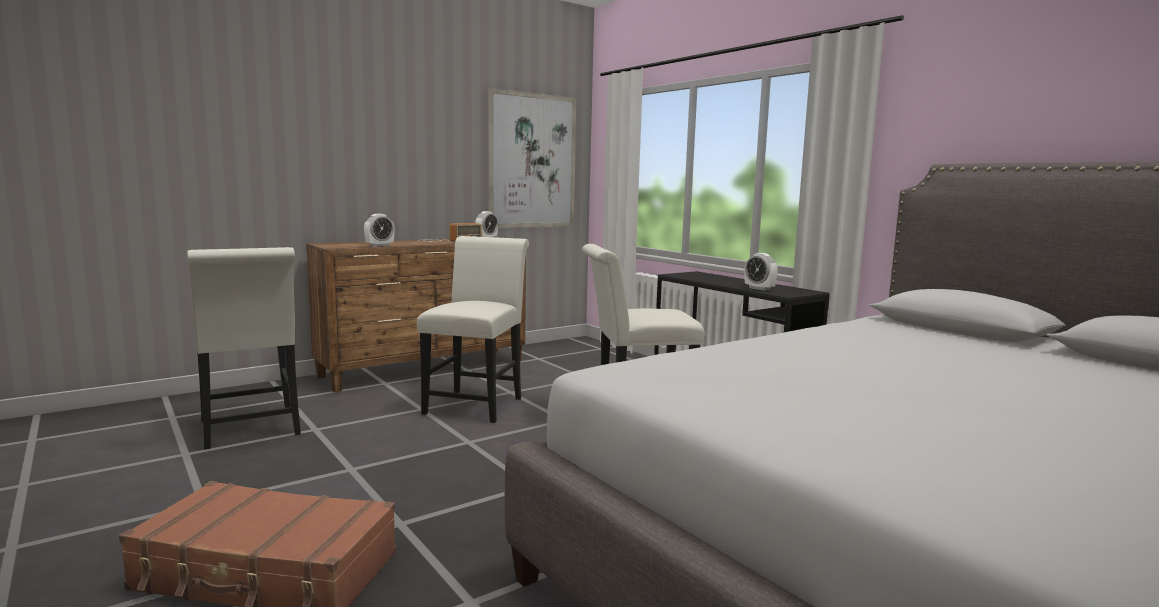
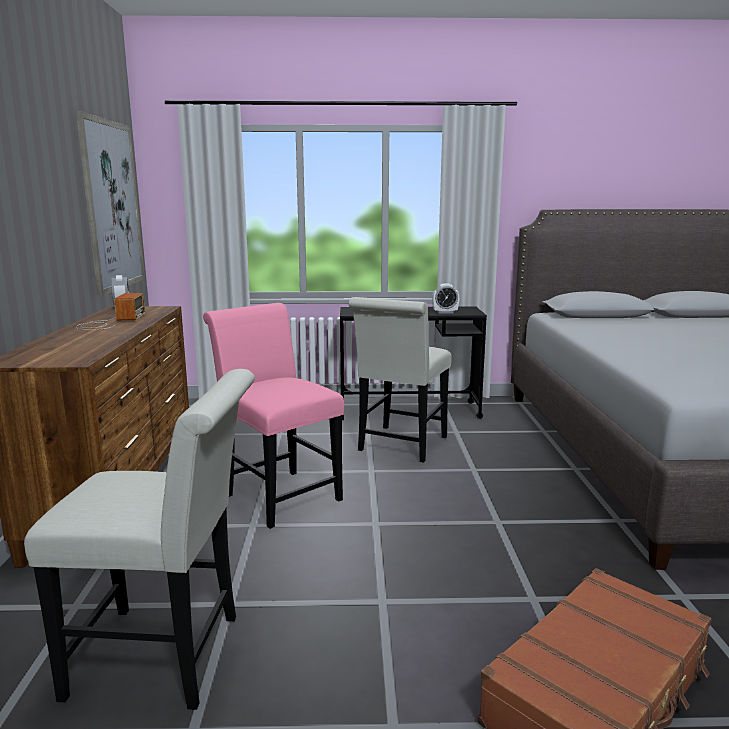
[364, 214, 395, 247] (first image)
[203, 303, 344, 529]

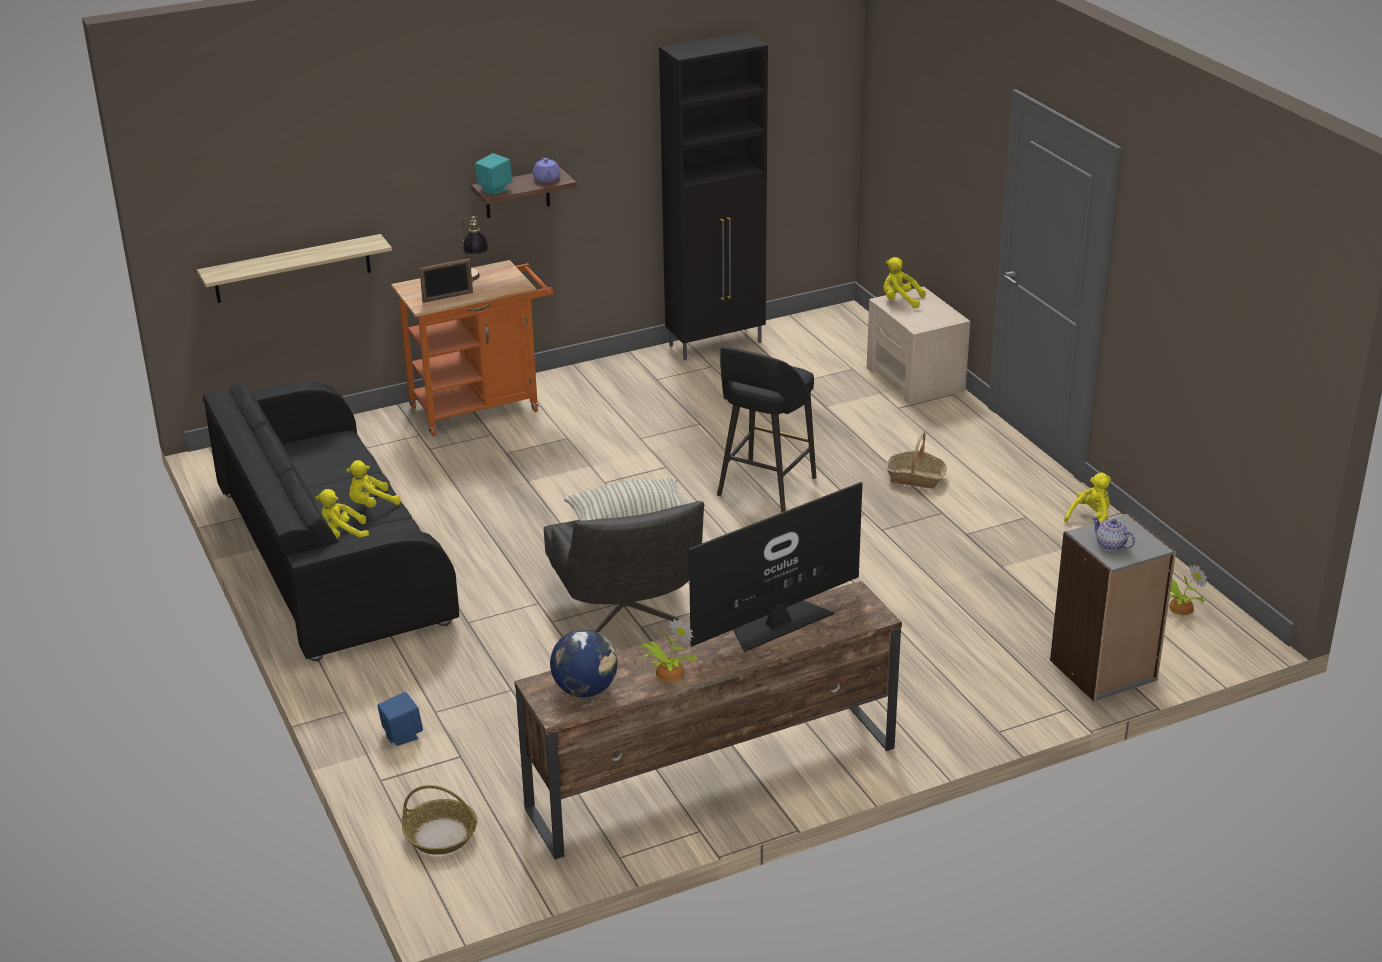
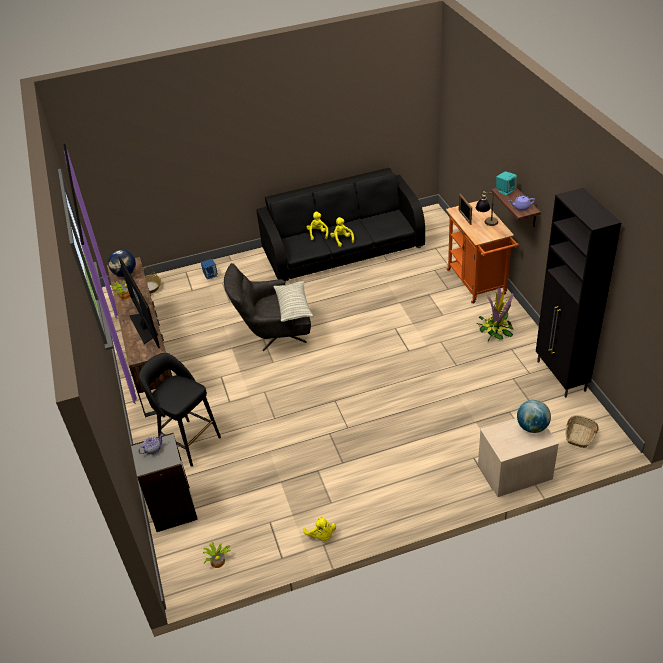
[197, 234, 392, 303] (first image)
[517, 400, 551, 433]
[139, 353, 221, 467]
[565, 415, 598, 448]
[477, 286, 514, 341]

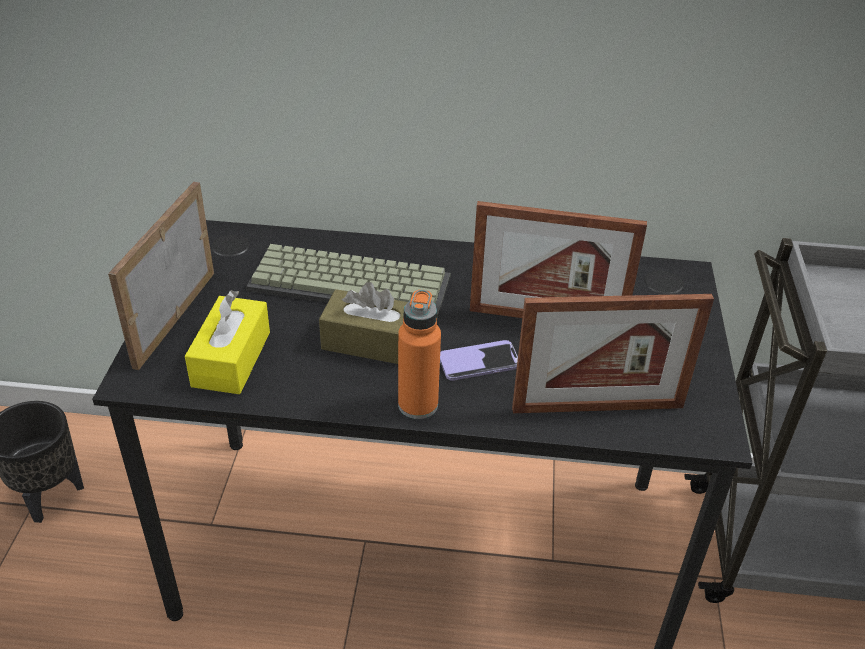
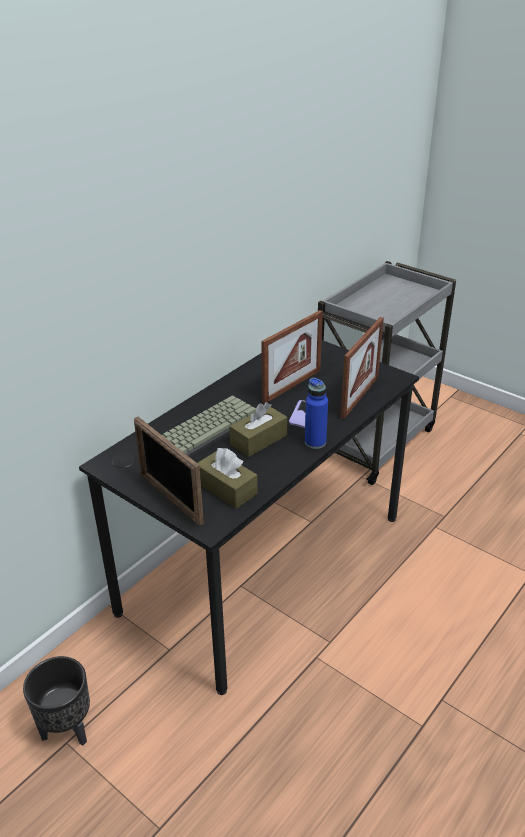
[198, 448, 258, 509]
[305, 378, 328, 449]

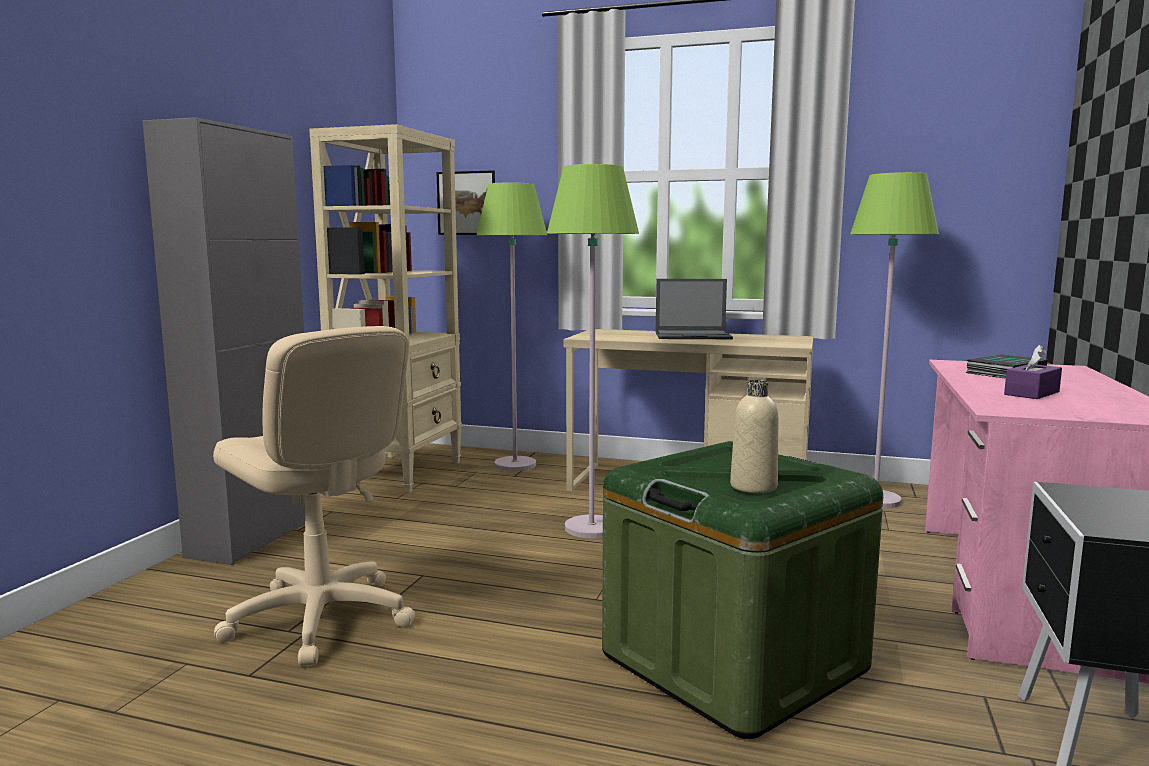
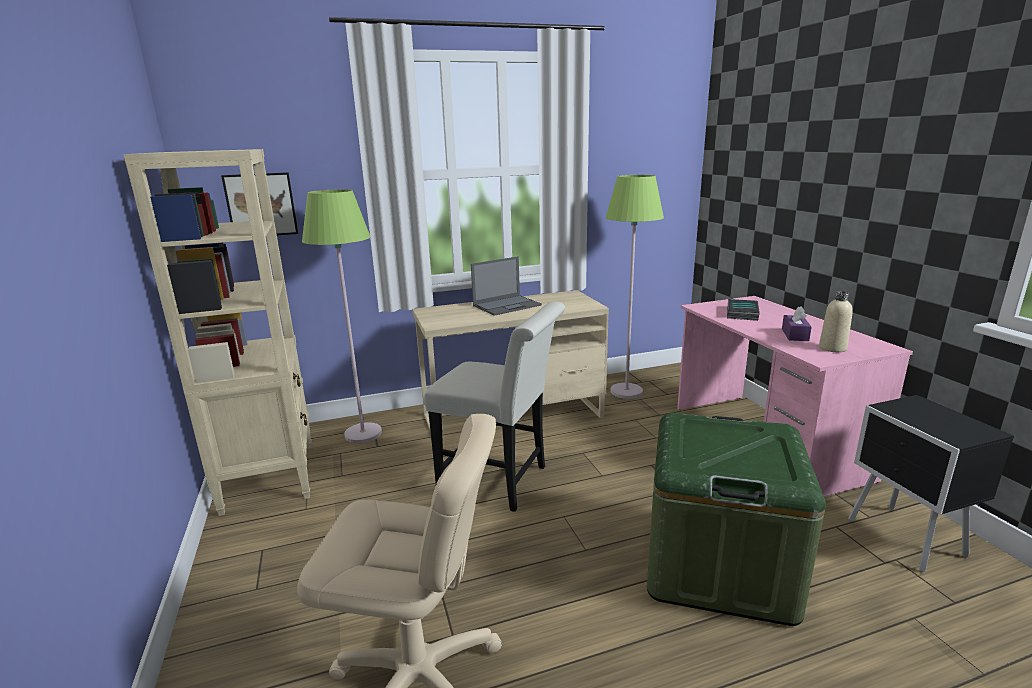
[143, 117, 305, 565] (first image)
[424, 301, 565, 512]
[819, 291, 853, 352]

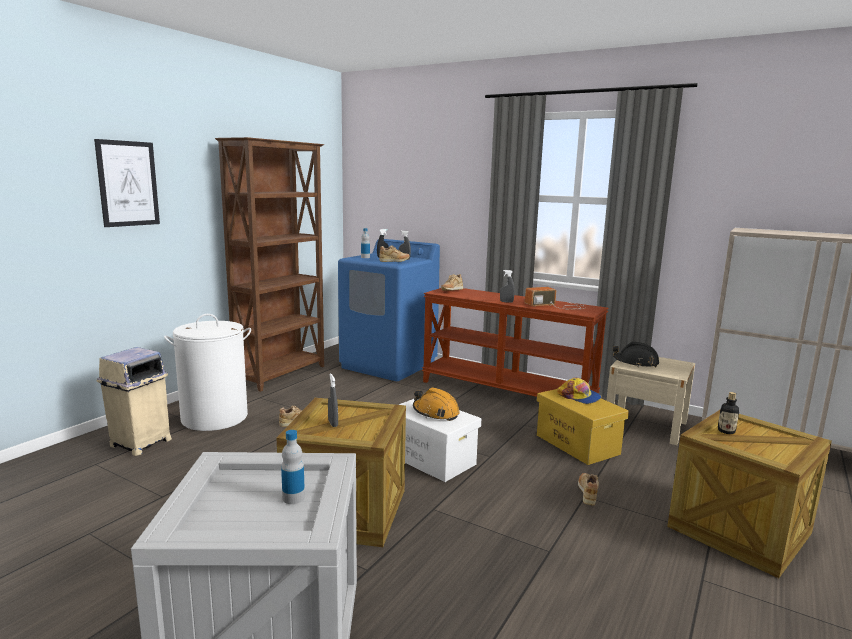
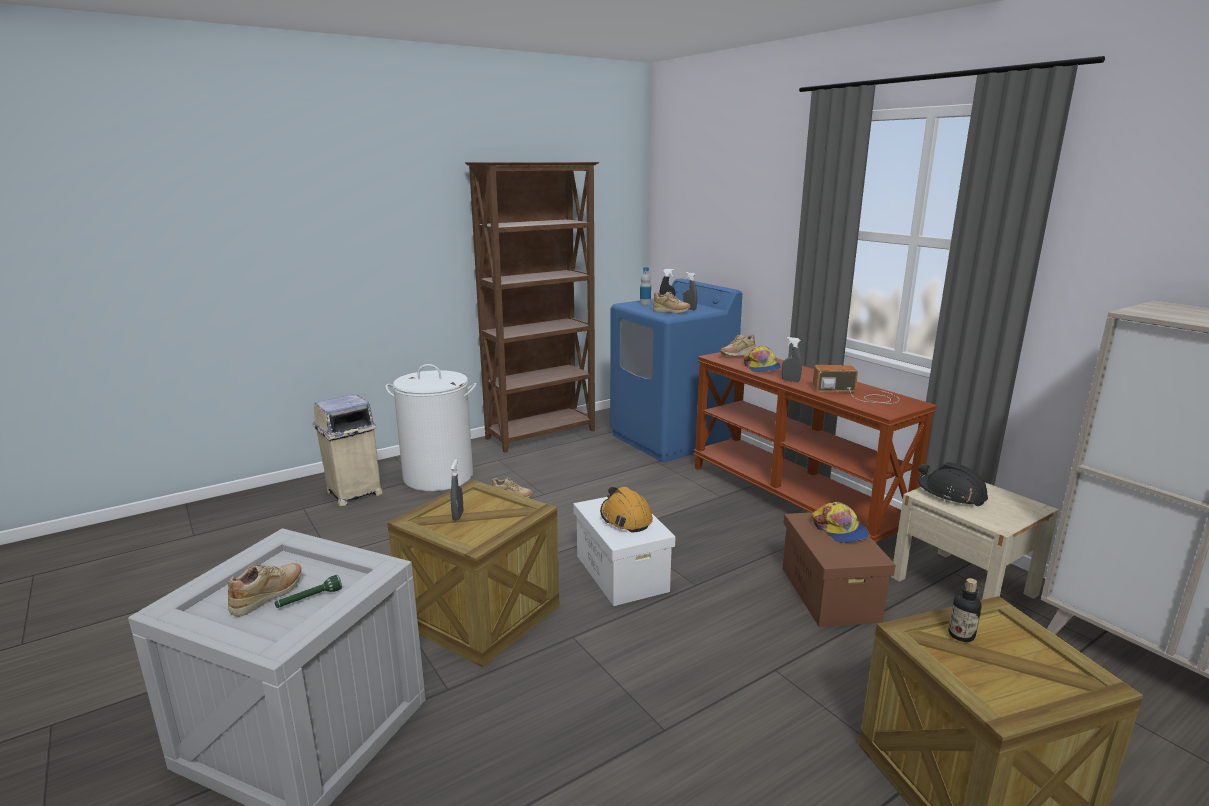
[94, 139, 160, 227] (first image)
[783, 512, 896, 627]
[275, 575, 342, 608]
[228, 563, 302, 617]
[744, 346, 781, 372]

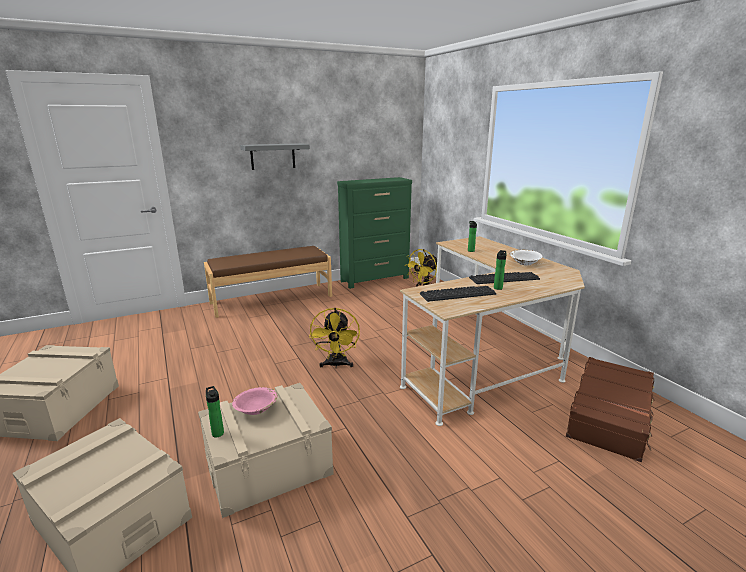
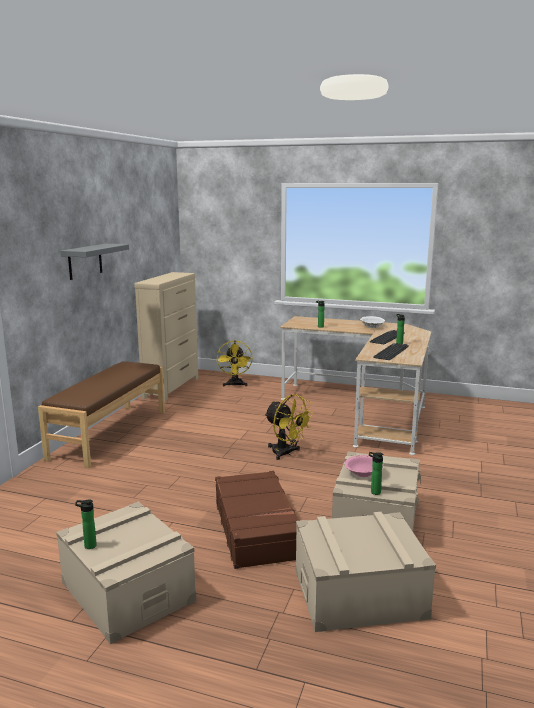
[134, 272, 198, 402]
[215, 471, 300, 569]
[75, 499, 97, 549]

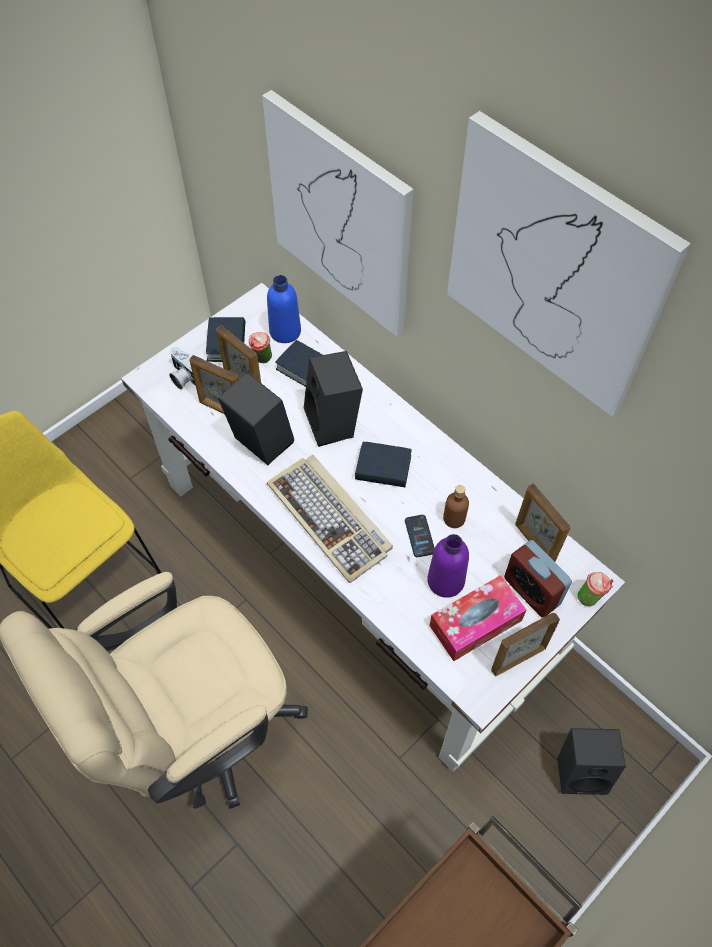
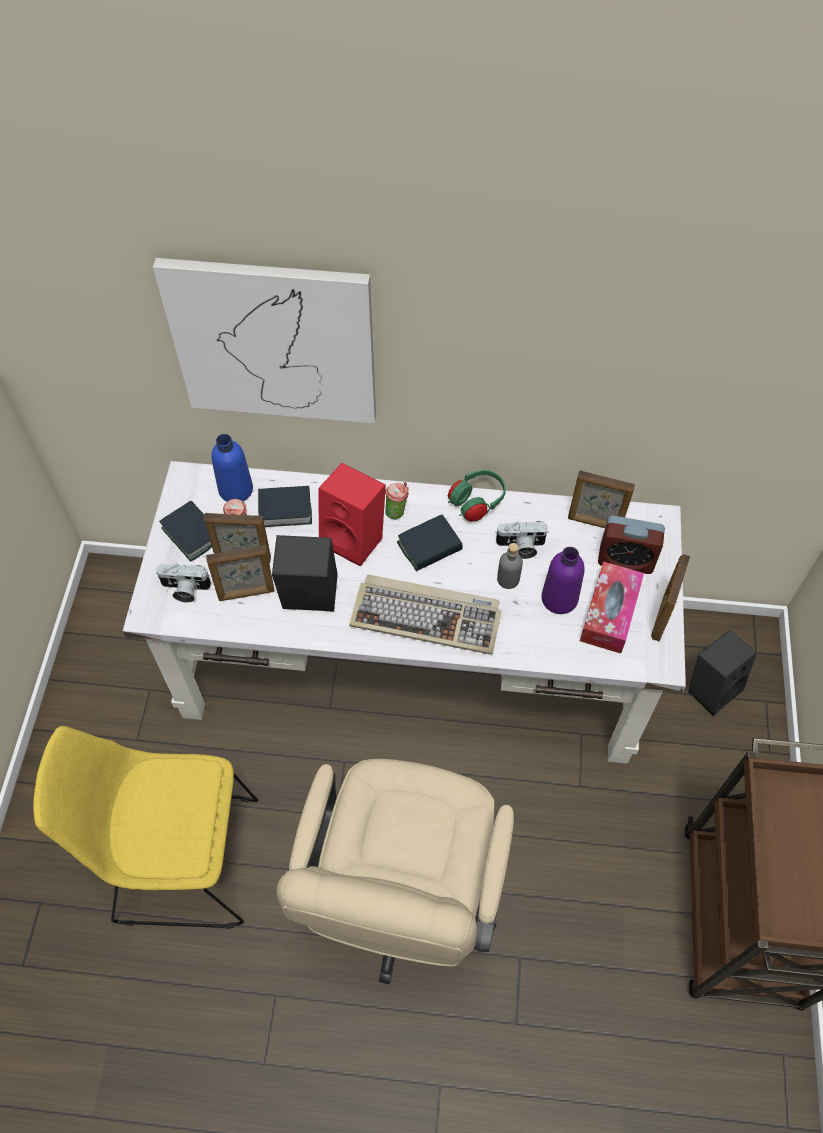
[447, 111, 691, 416] (first image)
[318, 463, 386, 567]
[495, 521, 549, 559]
[497, 543, 523, 589]
[385, 482, 409, 520]
[448, 470, 506, 522]

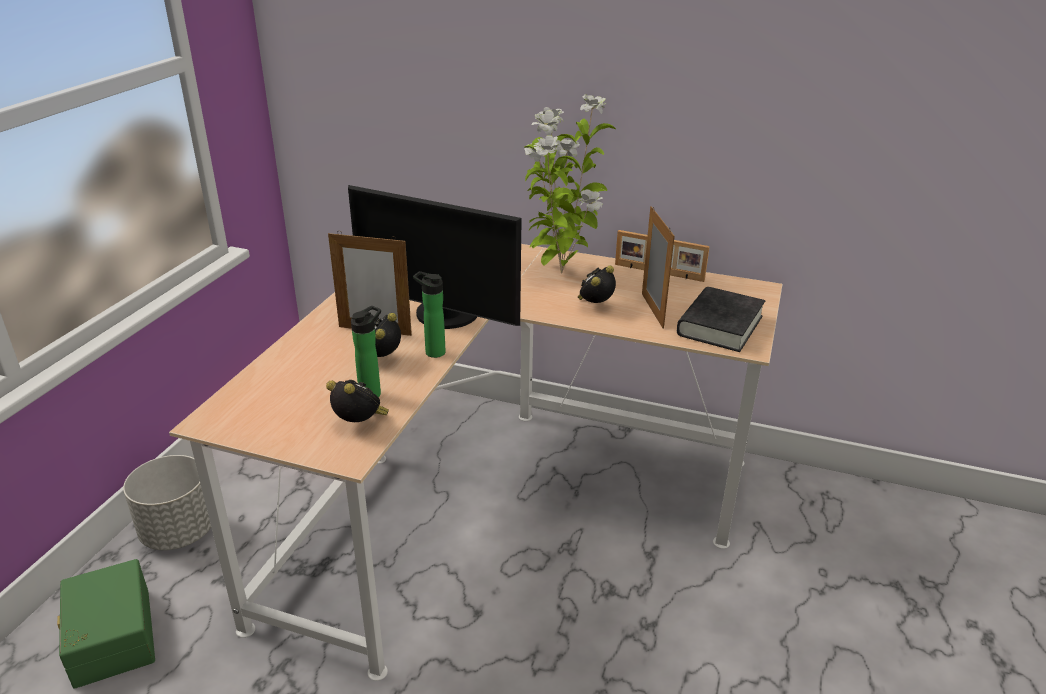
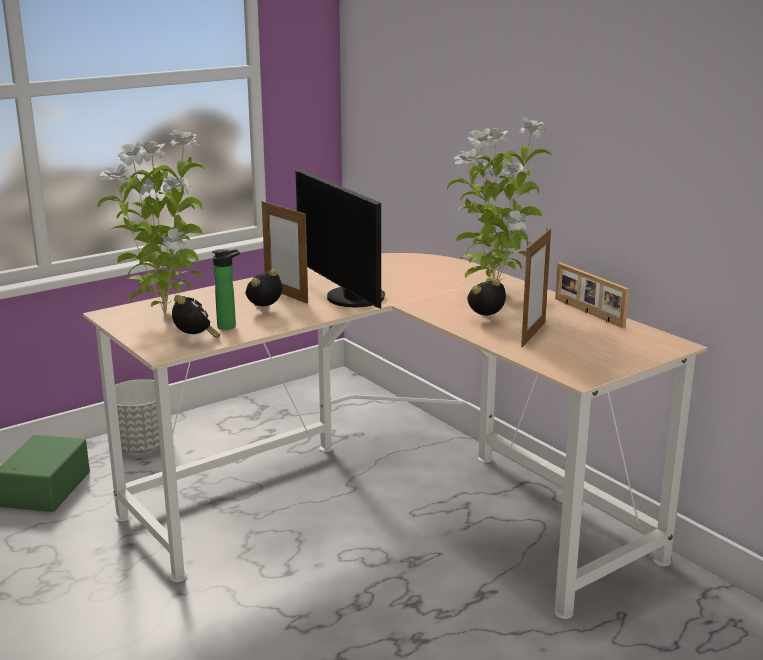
[413, 271, 446, 358] (first image)
[677, 287, 765, 352] (first image)
[98, 130, 205, 318]

